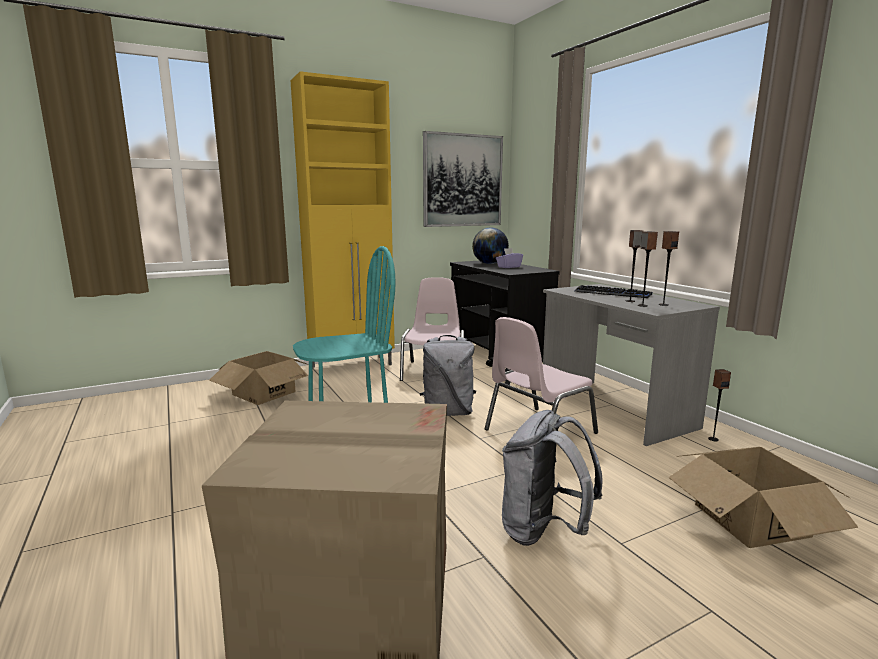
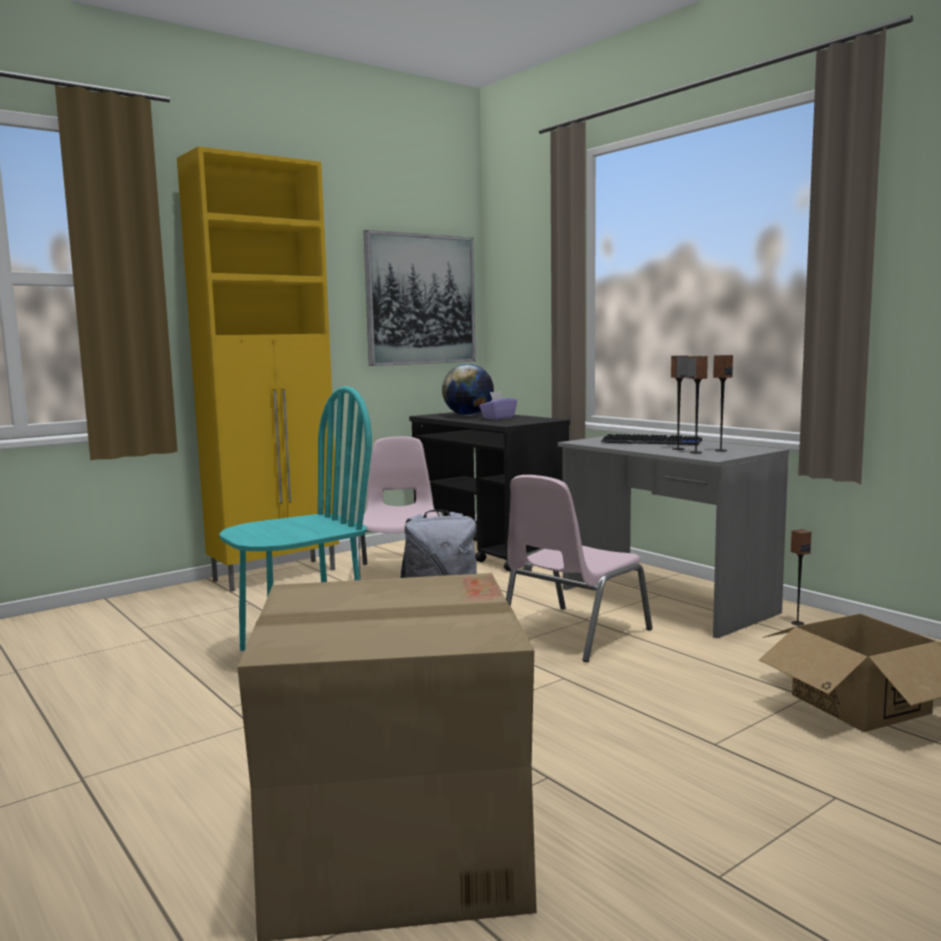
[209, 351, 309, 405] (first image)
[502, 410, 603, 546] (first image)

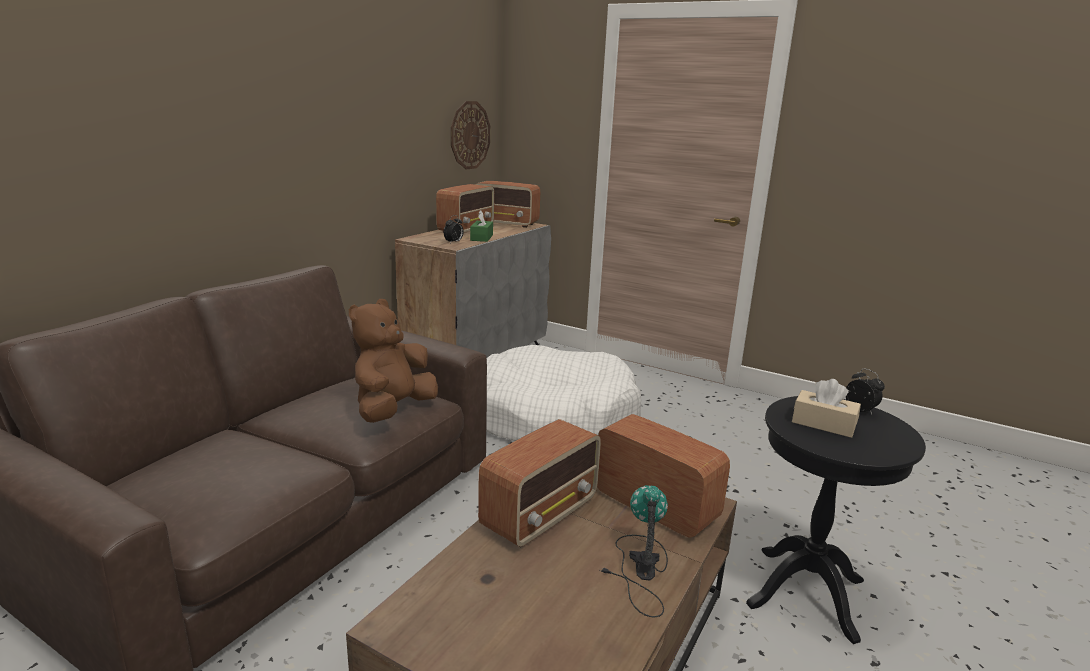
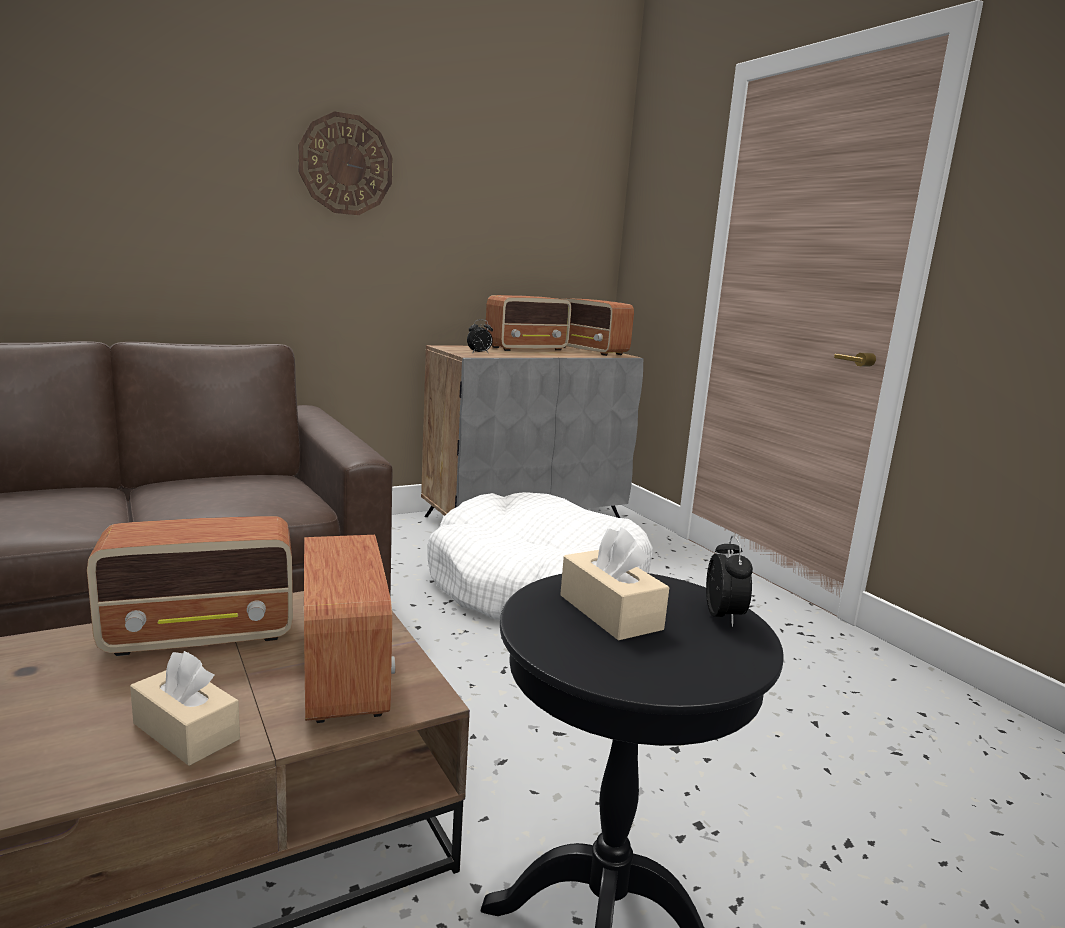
[298, 111, 392, 215]
[470, 210, 493, 242] (first image)
[349, 299, 438, 423] (first image)
[130, 651, 240, 766]

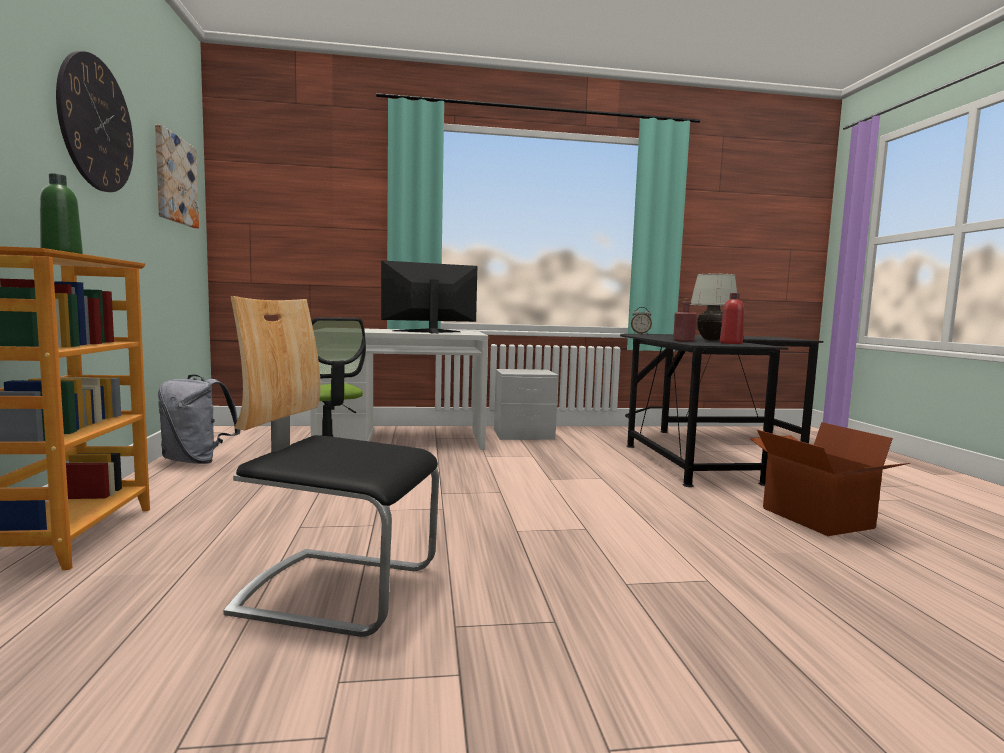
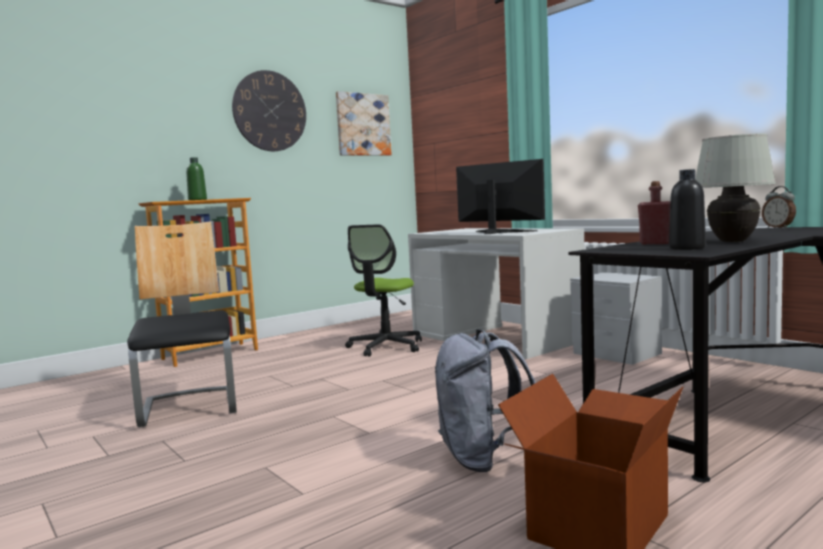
[669, 169, 706, 250]
[435, 329, 536, 472]

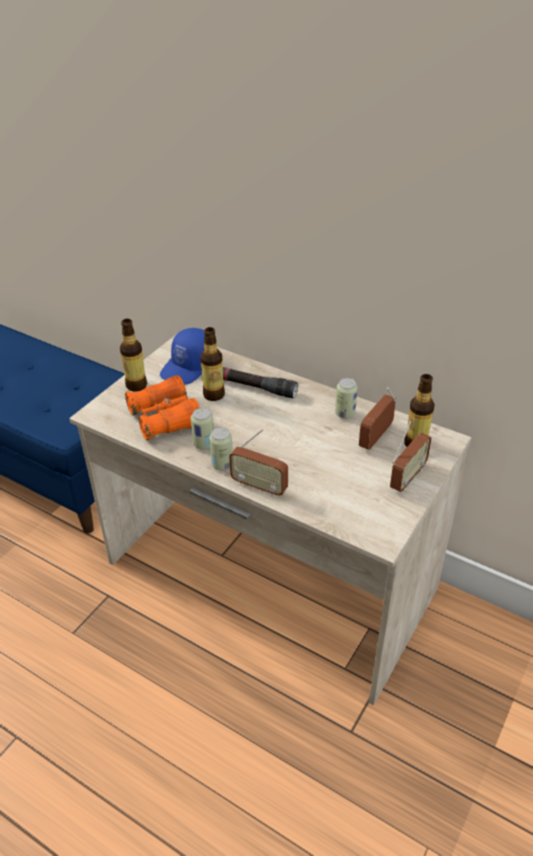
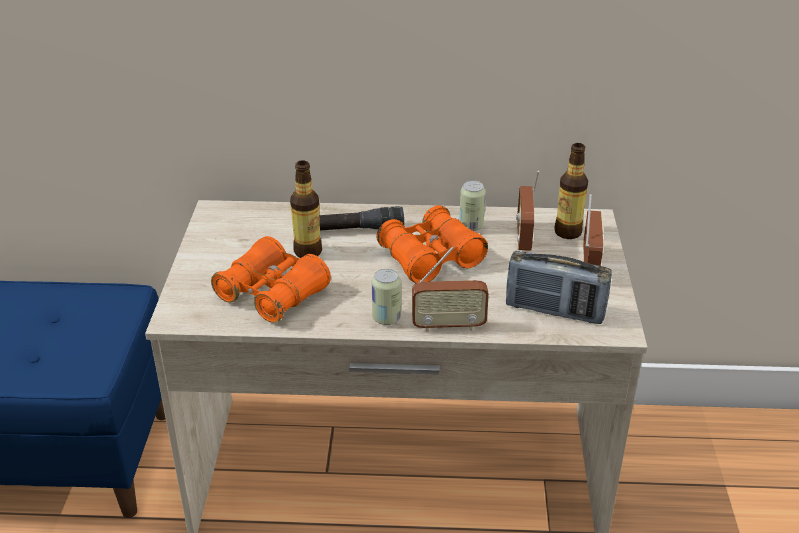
[120, 319, 147, 392] (first image)
[160, 328, 205, 384] (first image)
[191, 408, 214, 450] (first image)
[376, 205, 488, 283]
[506, 251, 612, 324]

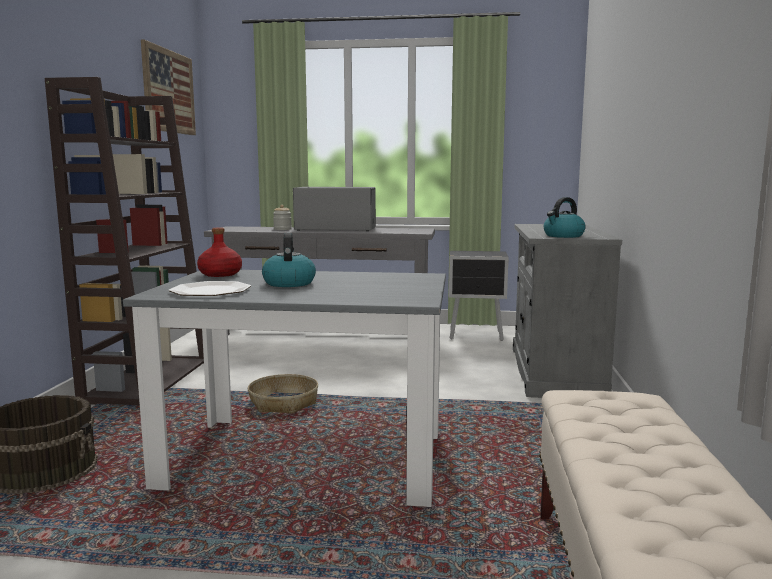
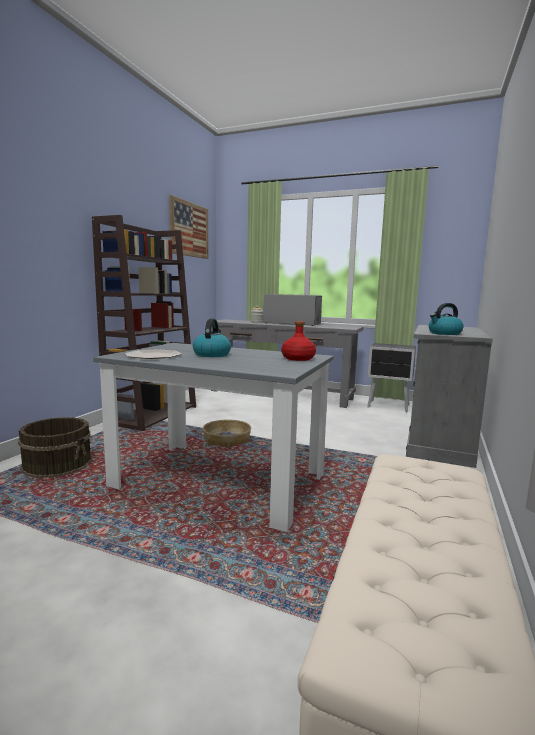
[281, 321, 316, 361]

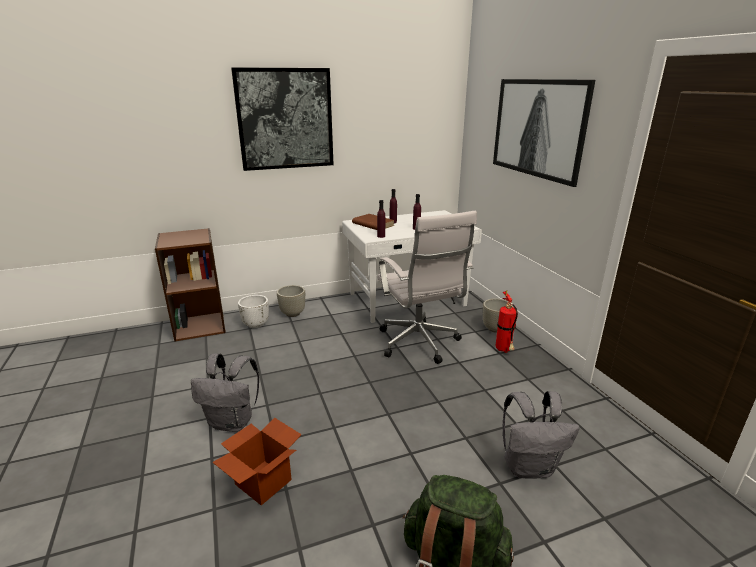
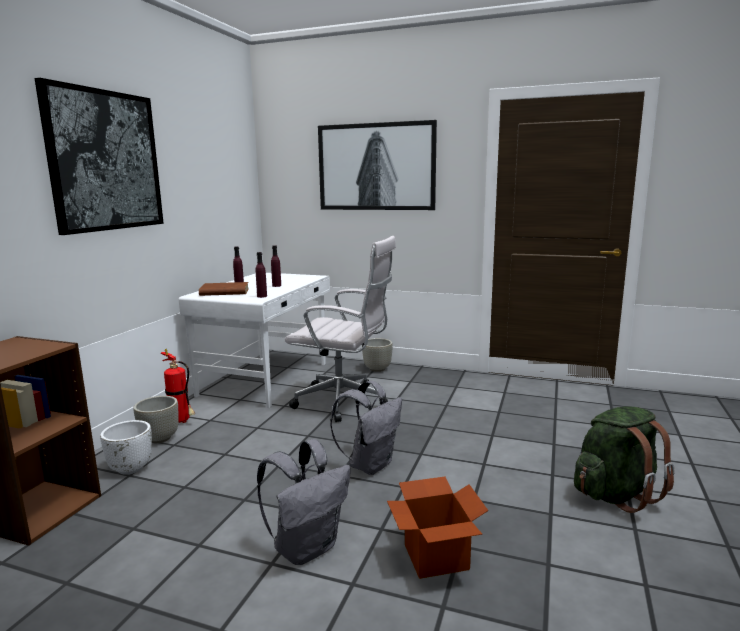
[161, 348, 195, 423]
[330, 381, 402, 475]

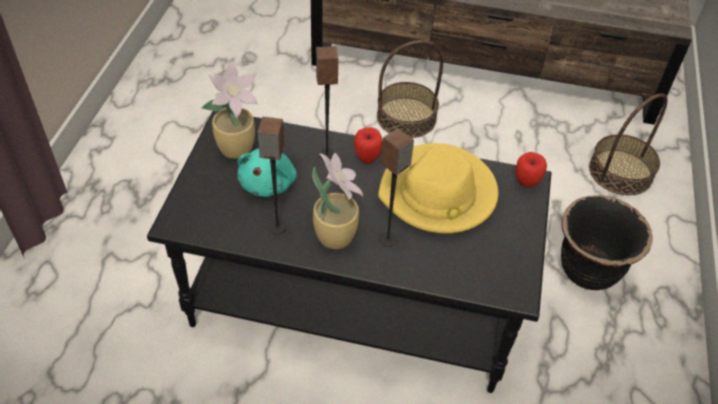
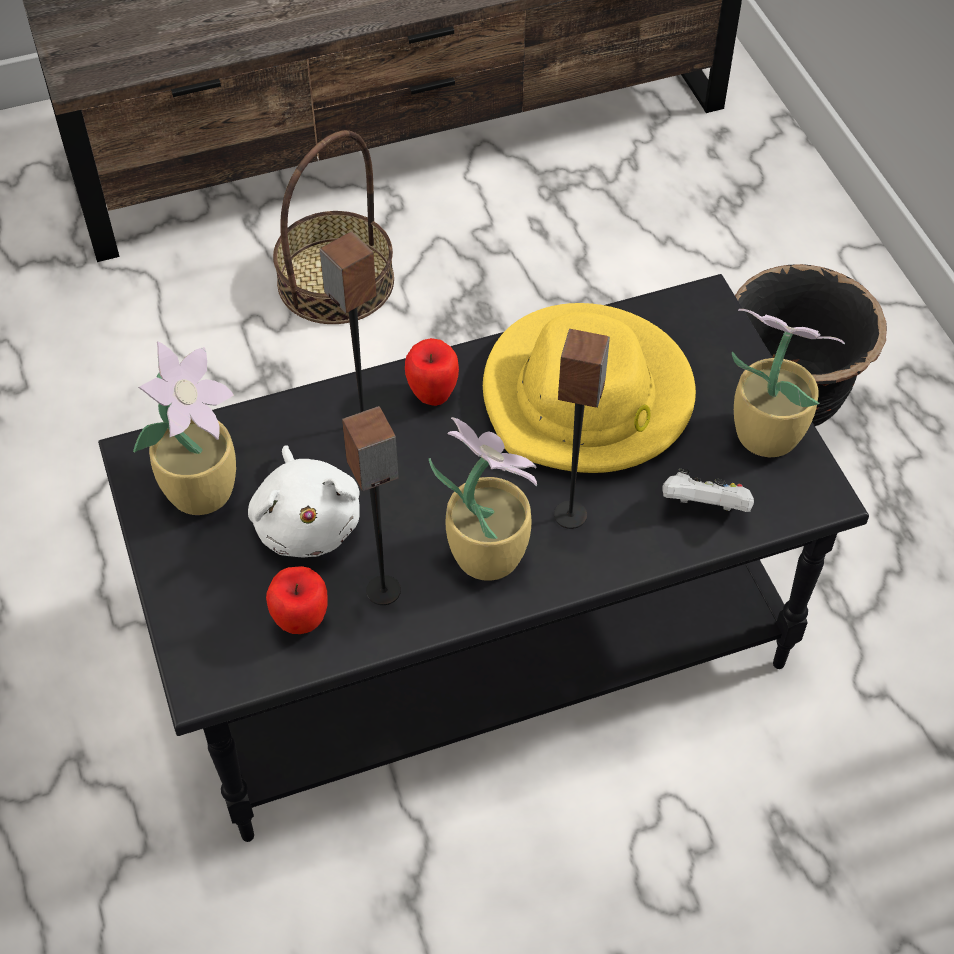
[589, 93, 668, 195] (first image)
[248, 446, 360, 557]
[266, 566, 328, 634]
[732, 309, 845, 457]
[662, 468, 754, 512]

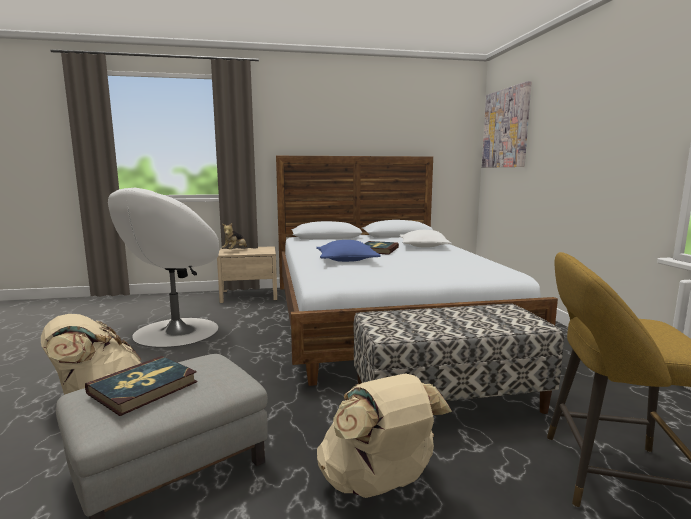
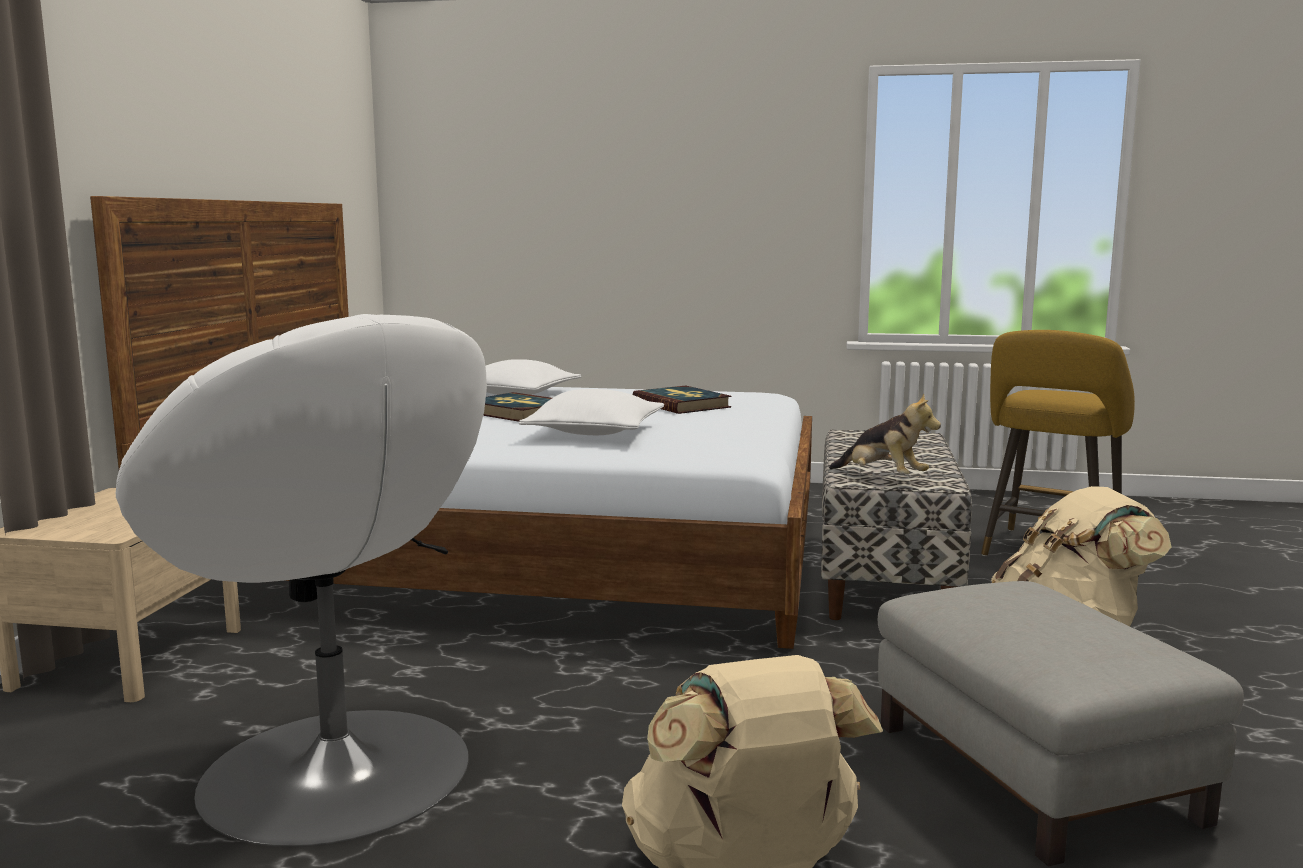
[482, 81, 532, 168] (first image)
[829, 393, 941, 474]
[519, 389, 664, 435]
[633, 385, 731, 414]

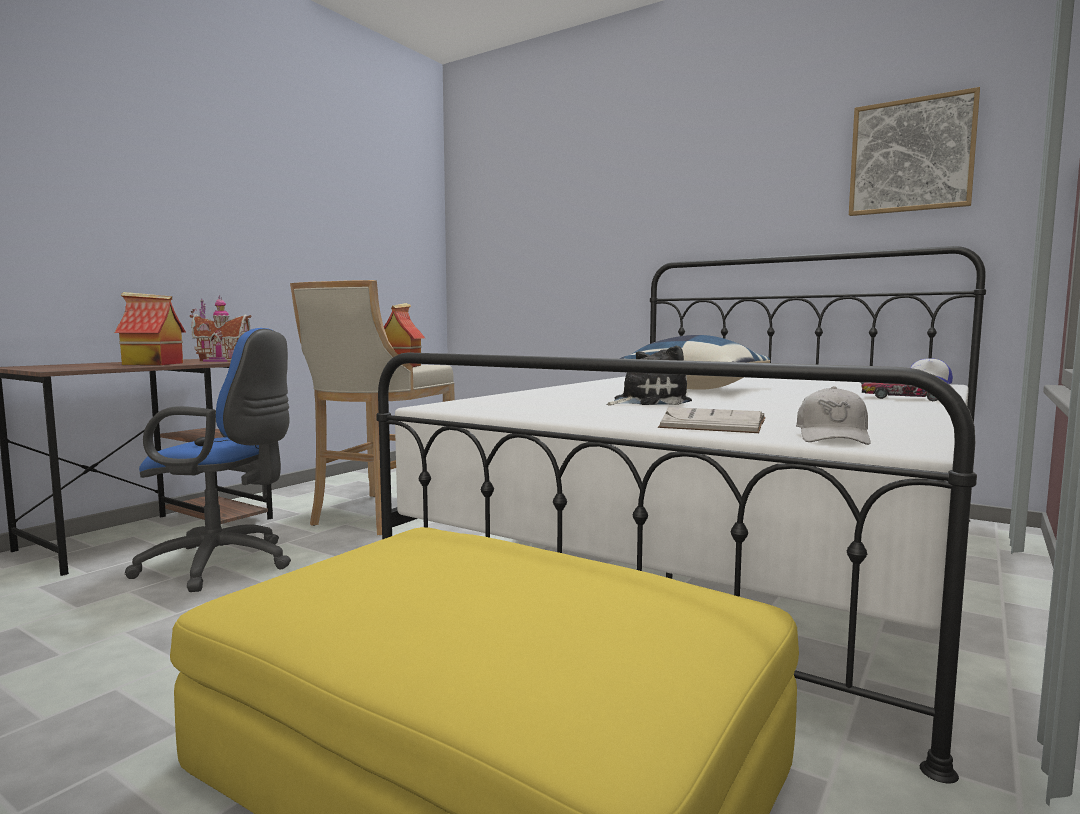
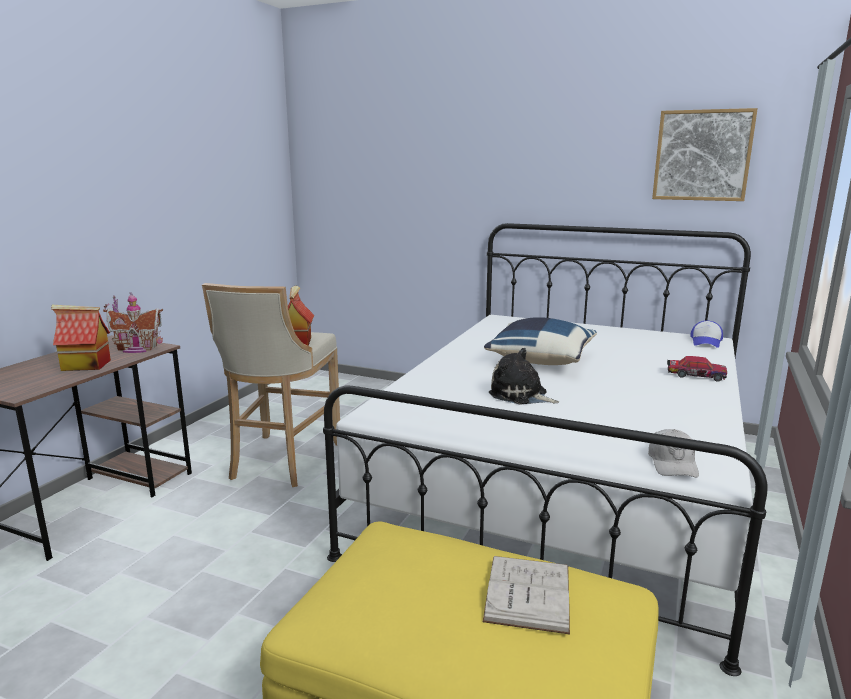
[125, 328, 291, 592] (first image)
[489, 348, 559, 405]
[483, 556, 570, 635]

